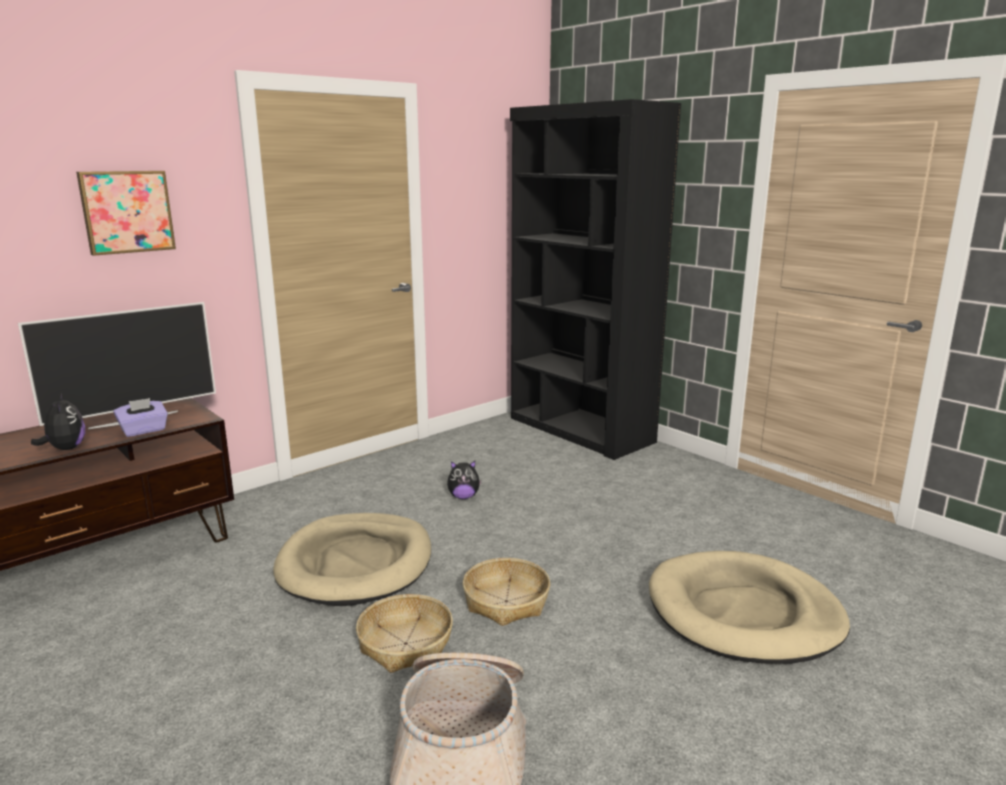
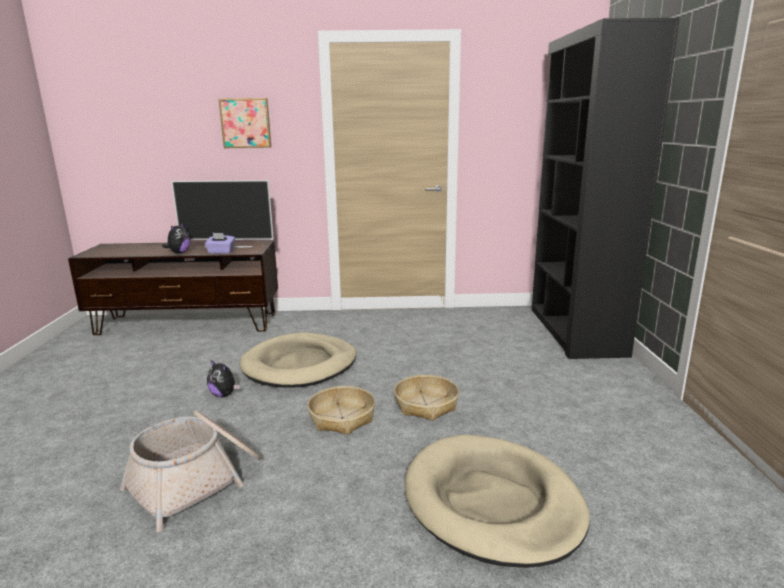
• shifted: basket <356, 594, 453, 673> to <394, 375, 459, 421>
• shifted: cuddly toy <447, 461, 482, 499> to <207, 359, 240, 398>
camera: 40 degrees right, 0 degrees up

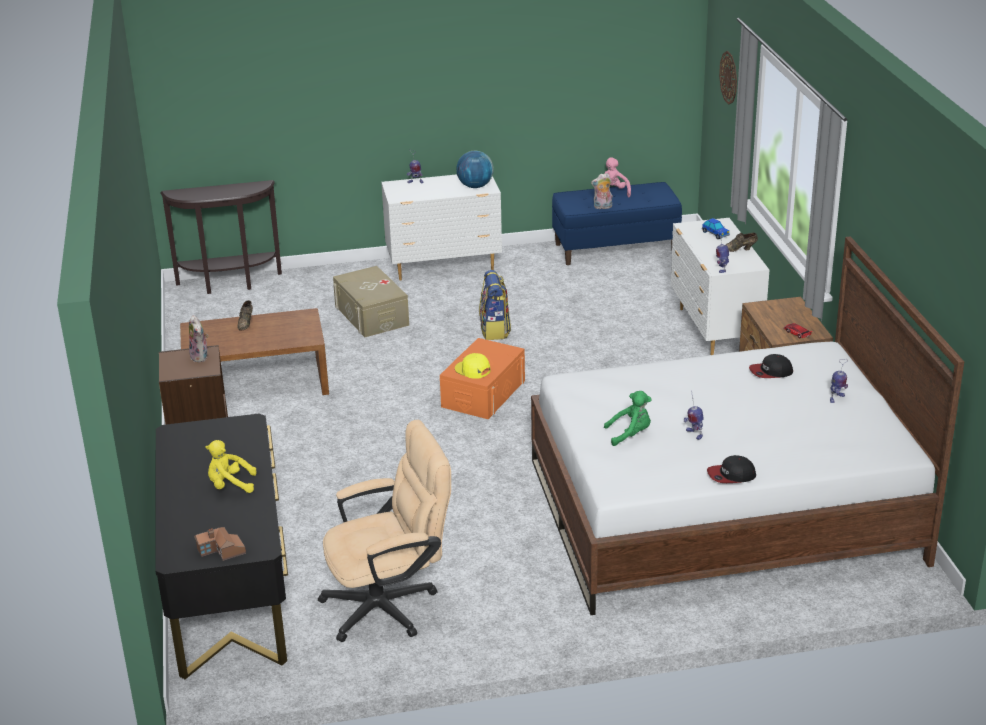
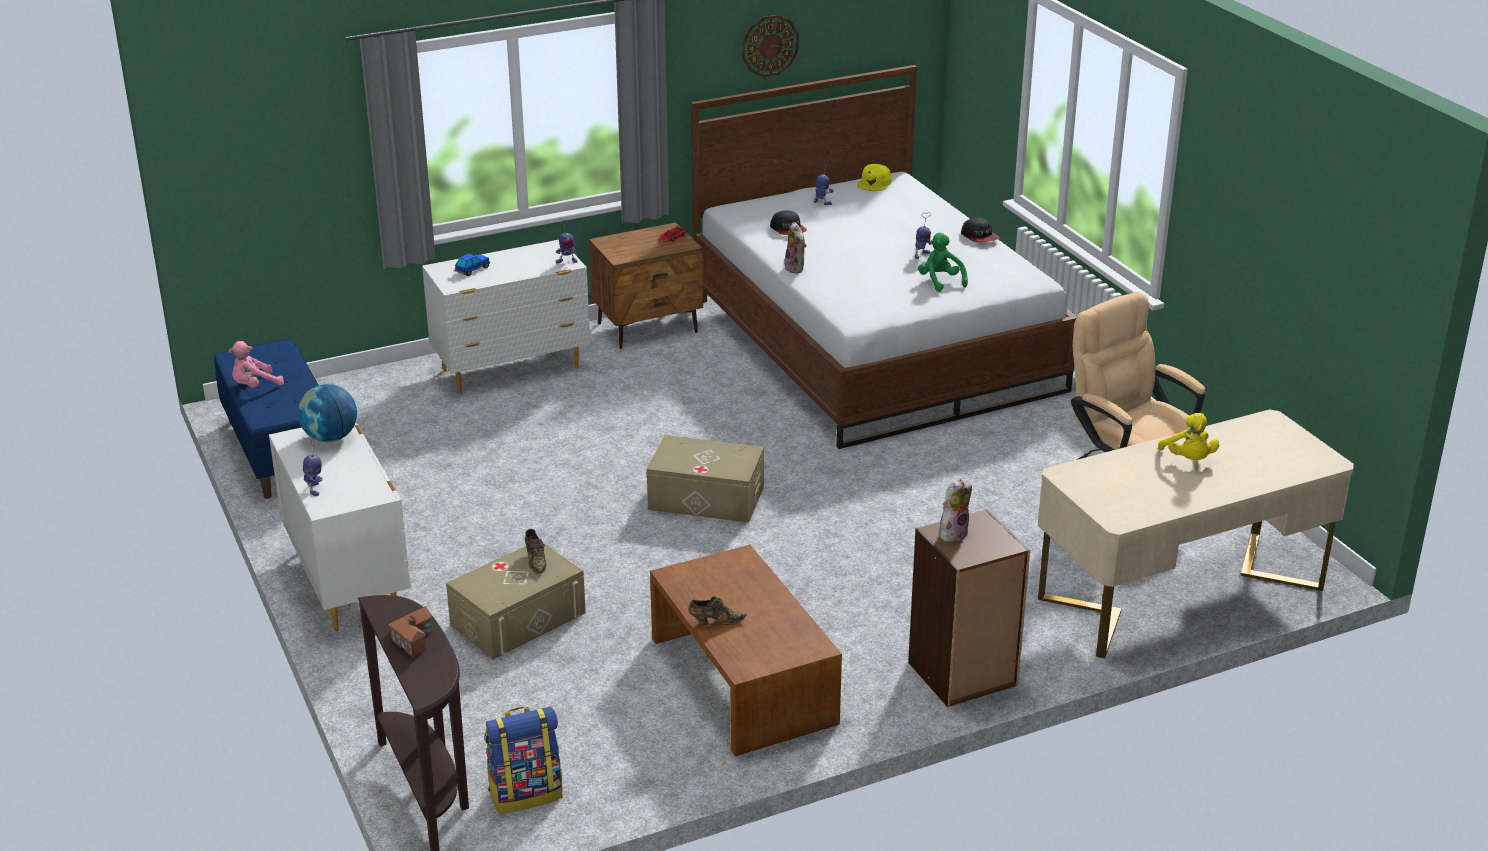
• repainted: black desk table <155, 414, 288, 679> to sand-coloured desk table <1038, 409, 1354, 658>
• shifted: toy house <194, 527, 246, 561> to <388, 606, 432, 657>
• repainted: orange-coloured storage bin <440, 338, 525, 419> to sand-coloured storage bin <647, 435, 764, 523>
• shifted: yellow baseball cap <455, 353, 491, 379> to <858, 164, 891, 191>
• shifted: rucksack <479, 270, 511, 340> to <485, 706, 562, 813>
• shifted: cuddly toy <591, 173, 612, 209> to <784, 222, 807, 273>
• shifted: wall clock <719, 51, 737, 105> to <742, 15, 799, 77>
• shifted: brownish low shoe <726, 233, 758, 252> to <525, 529, 546, 574>
camera: 105 degrees left, 0 degrees up

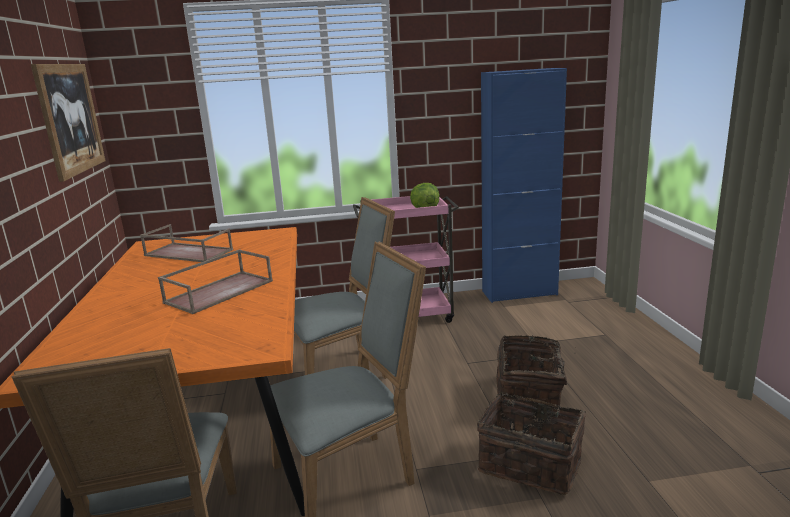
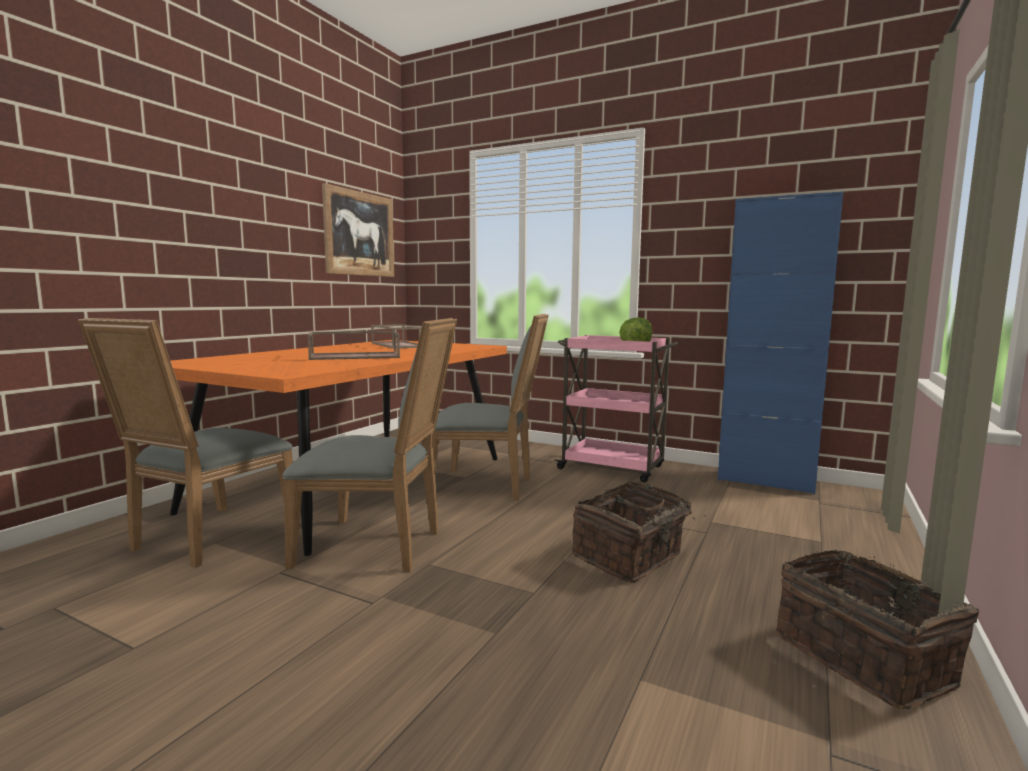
• shifted: basket <477, 387, 586, 495> to <775, 549, 979, 709>
camera: 35 degrees right, 10 degrees down

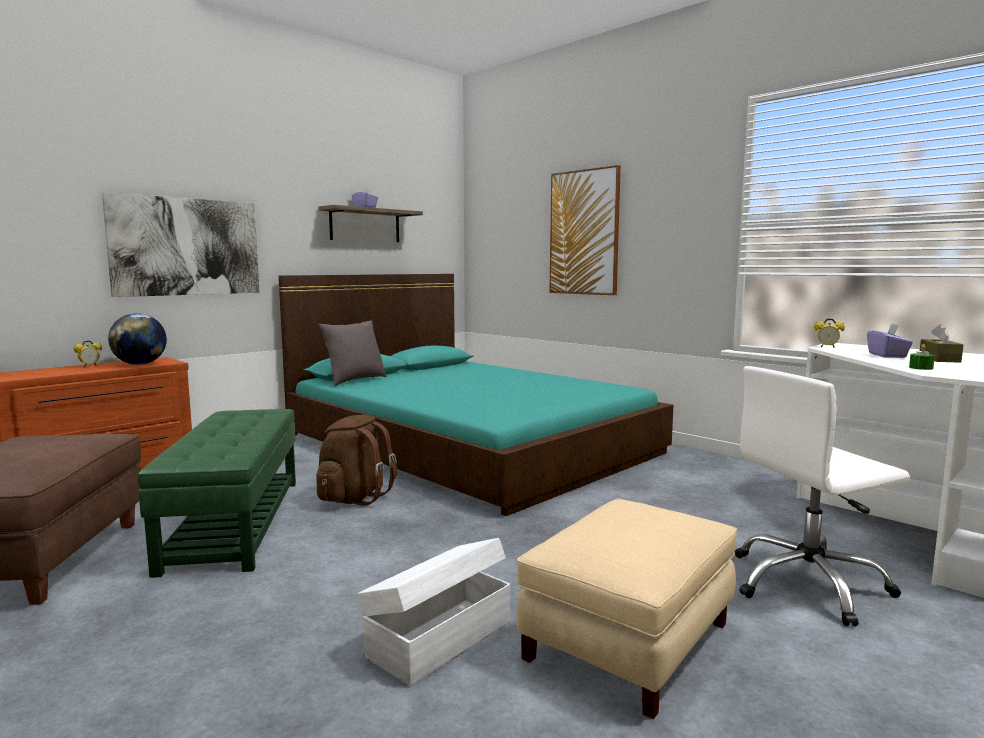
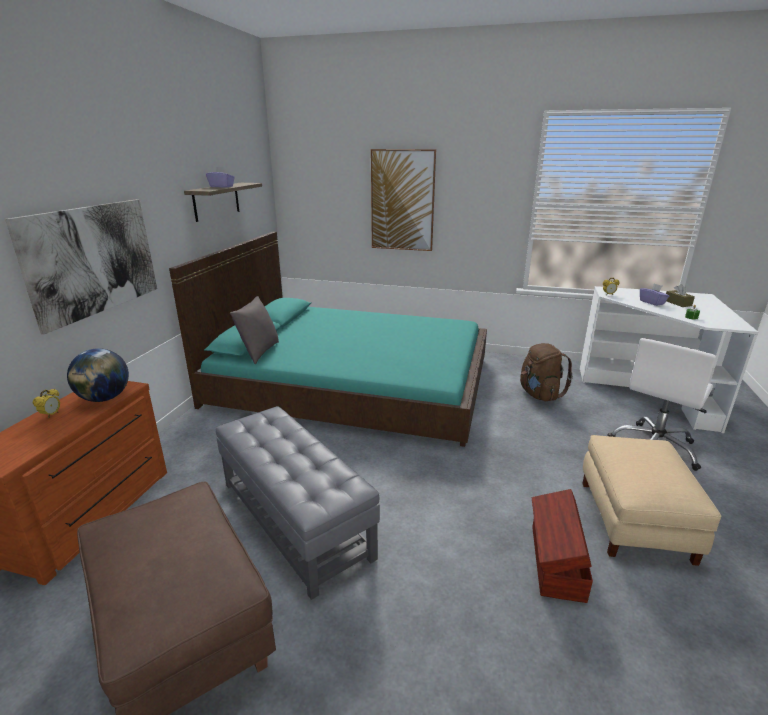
• repainted: green footrest <138, 409, 296, 578> to gray footrest <215, 406, 380, 600>
• shifted: brownish rucksack <316, 415, 397, 506> to <520, 343, 573, 401>
• repainted: white-coloured storage bin <357, 538, 510, 686> to brownish storage bin <532, 489, 593, 603>
camera: 30 degrees left, 15 degrees up

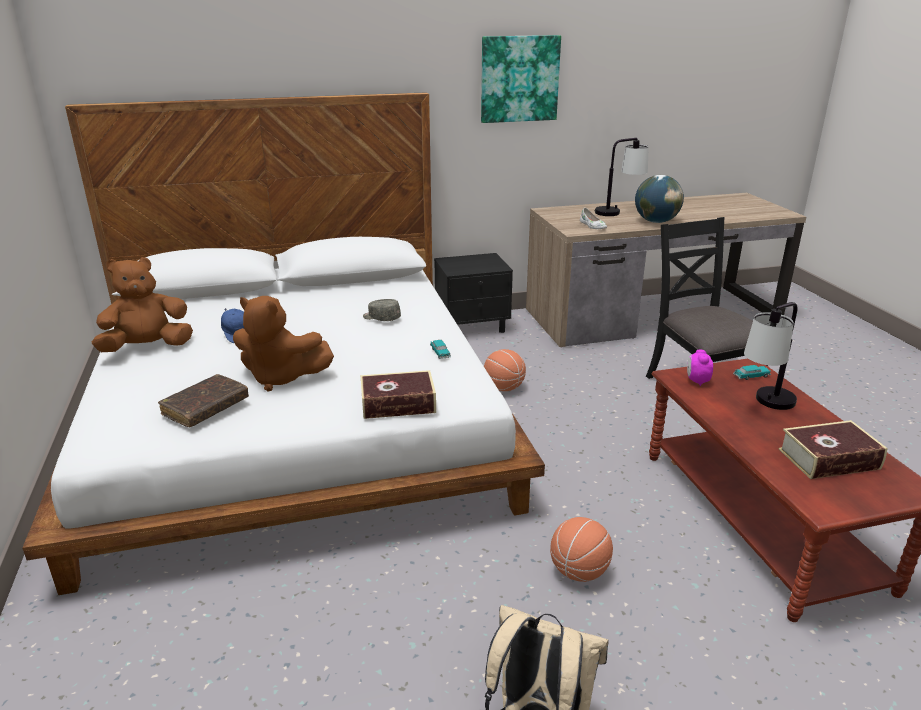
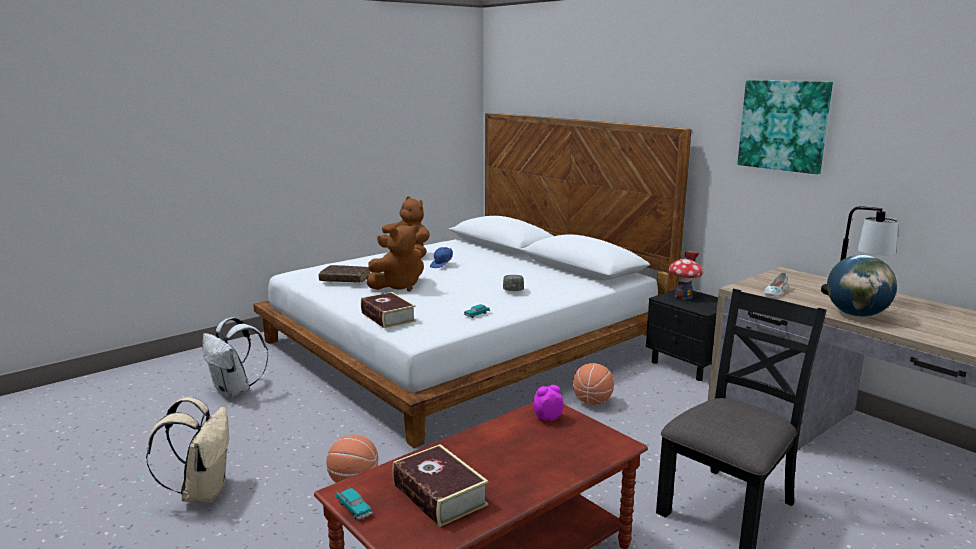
• rotated: brownish cuddly toy <233, 296, 334, 391> = <367, 225, 424, 291> 120 degrees counterclockwise
• shifted: miniature car <733, 365, 771, 380> to <335, 487, 373, 520>
• gone: lamp for a table <744, 302, 798, 410>
• new: white-coloured rucksack <202, 317, 268, 398>
• new: toy house <669, 251, 704, 299>
camera: 65 degrees right, 10 degrees down

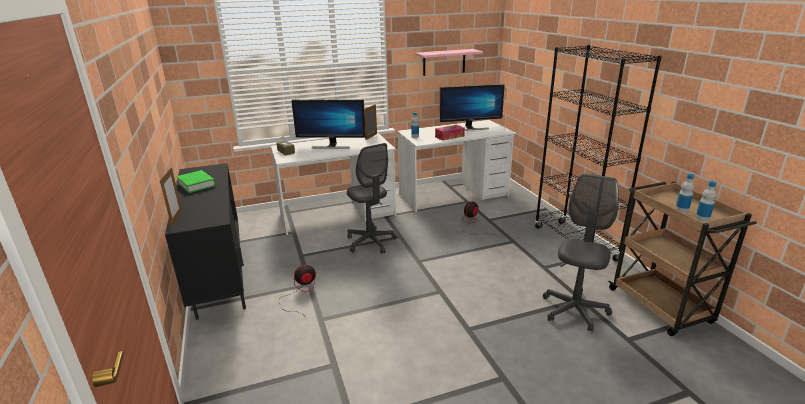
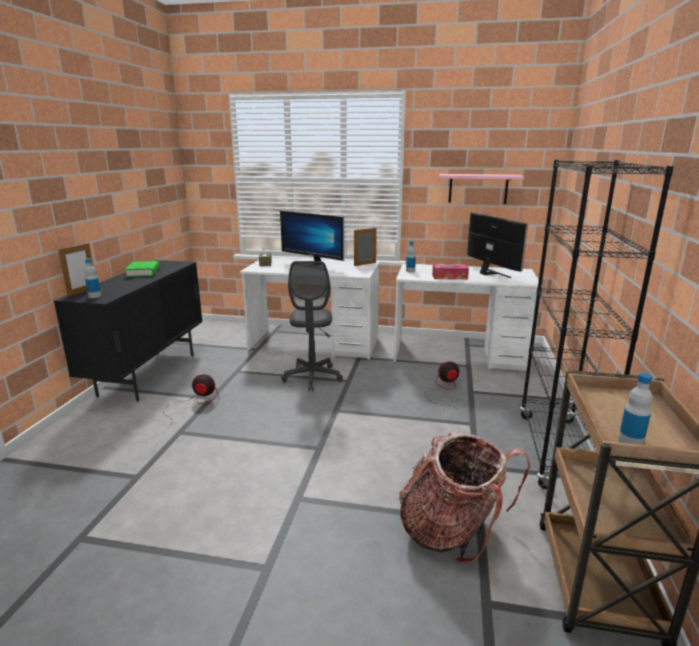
• rotated: computer screen <439, 84, 505, 131> = <467, 212, 528, 278> 135 degrees counterclockwise
• swapped: gray computer chair <543, 174, 619, 332> to rucksack <399, 432, 531, 564>
• shifted: drink bottle <675, 174, 694, 214> to <84, 258, 101, 298>
camera: 30 degrees right, 5 degrees down

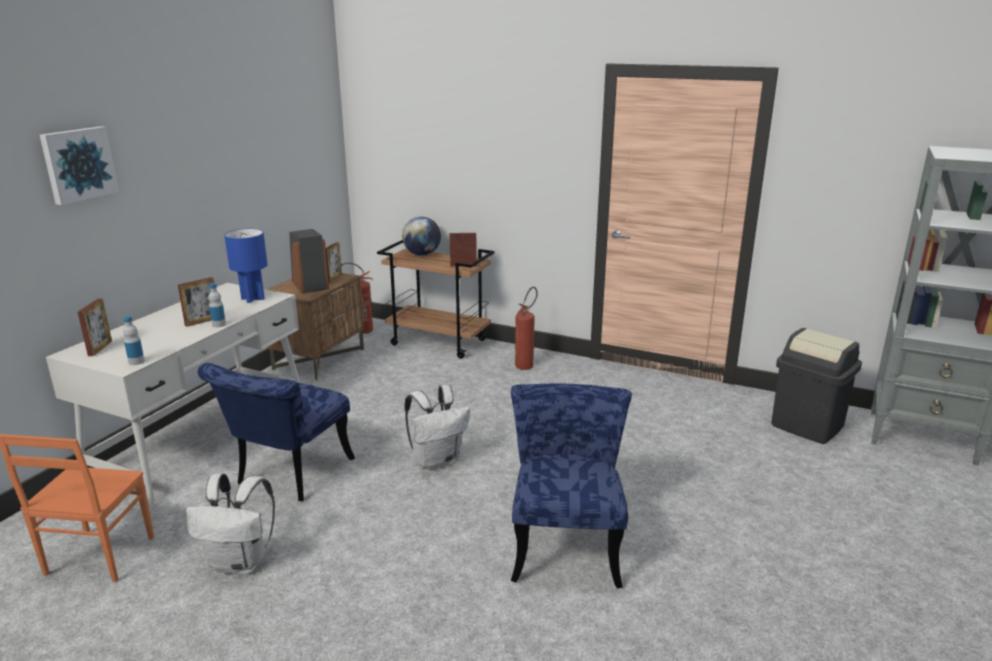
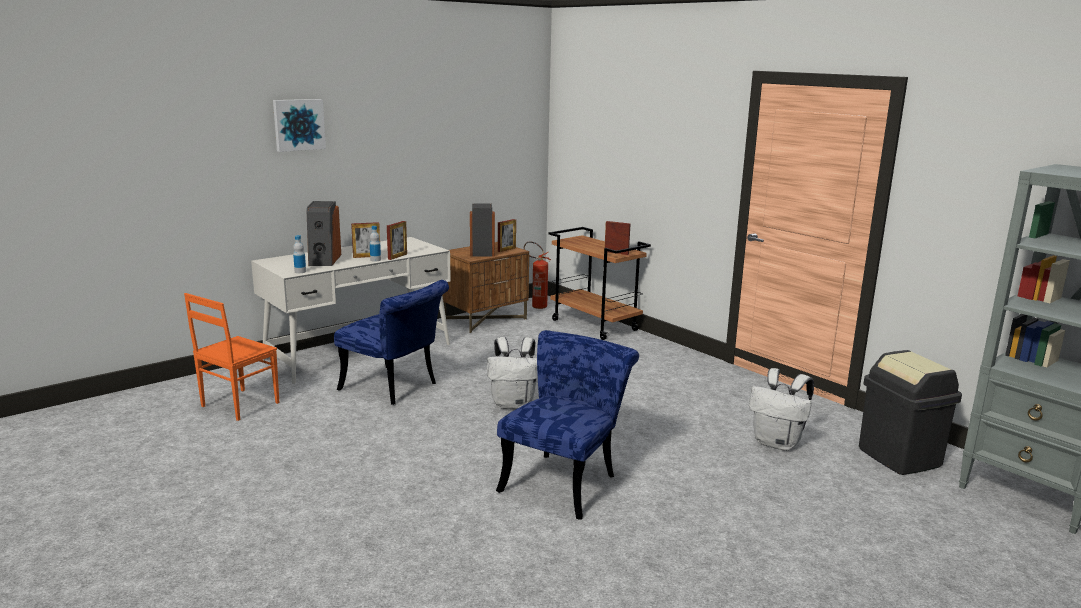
• shifted: standing frame <78, 299, 112, 356> to <387, 221, 407, 260>
• shifted: white-coloured rucksack <186, 473, 275, 574> to <749, 368, 814, 451>
• rotated: bluish upright chair <198, 363, 355, 501> = <334, 280, 449, 405> 105 degrees counterclockwise
• gone: bluish lamp for a table <224, 229, 268, 303>
• gone: world globe <402, 217, 441, 256>
• gone: fire-fighting cylinder <515, 287, 538, 370>
• new: speaker <307, 201, 341, 266>
camera: 25 degrees right, 5 degrees down

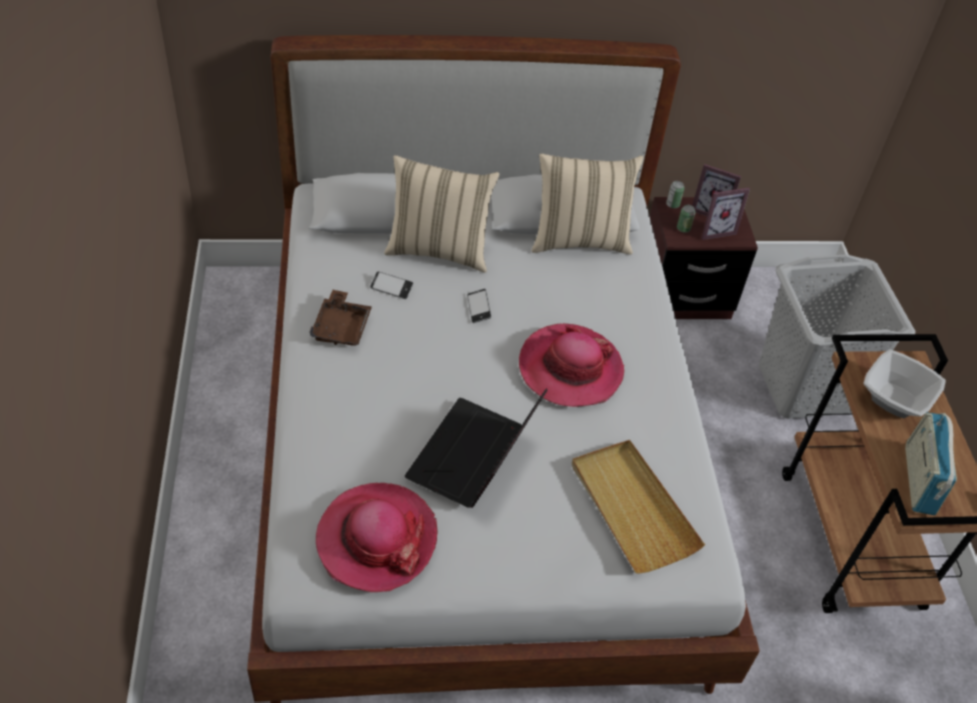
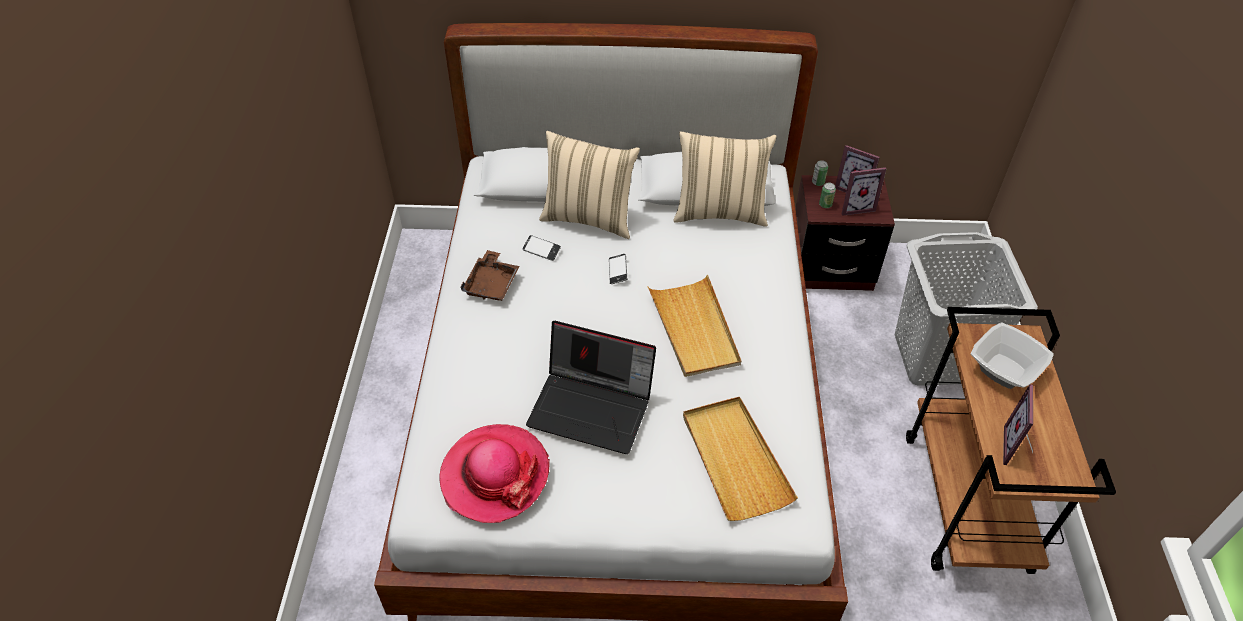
• rotated: notebook computer <405, 388, 547, 508> = <526, 321, 656, 454> 105 degrees counterclockwise
• swapped: clothing hat <519, 323, 624, 407> to sand-coloured serving tray <647, 275, 741, 377>
• swapped: radio <905, 412, 957, 515> to standing frame <1003, 384, 1033, 465>
camera: 10 degrees right, 0 degrees up

